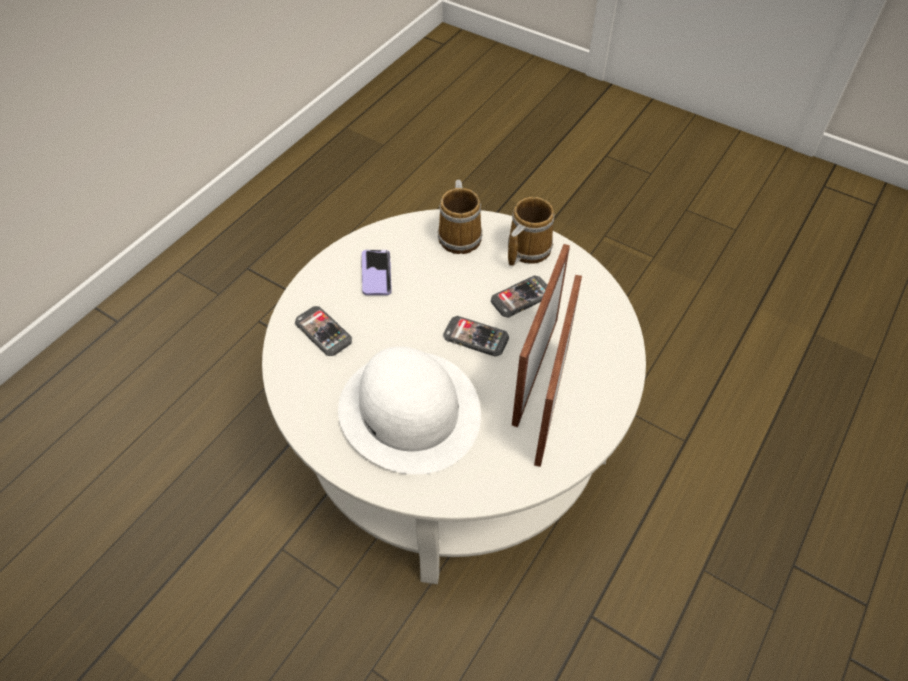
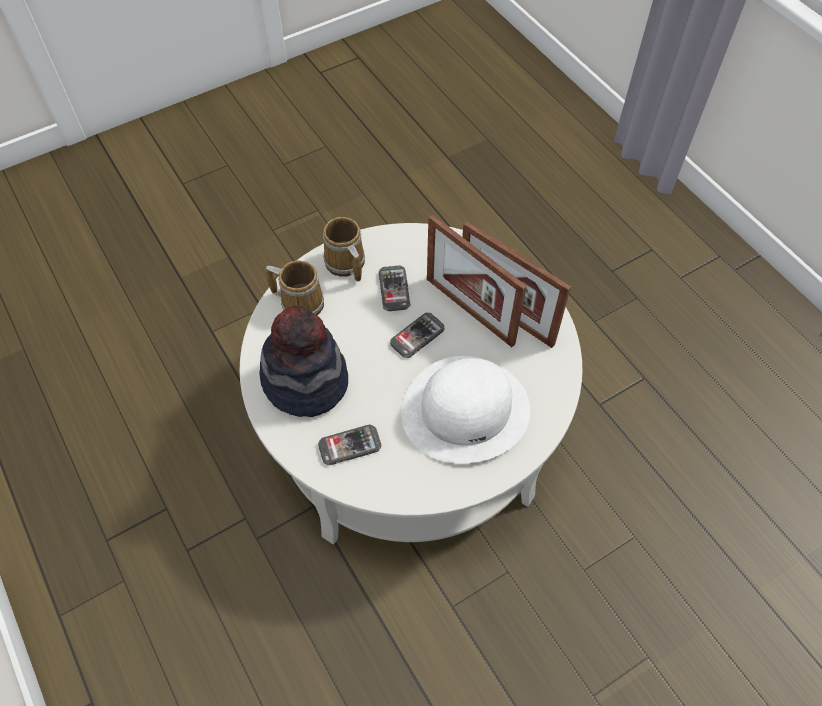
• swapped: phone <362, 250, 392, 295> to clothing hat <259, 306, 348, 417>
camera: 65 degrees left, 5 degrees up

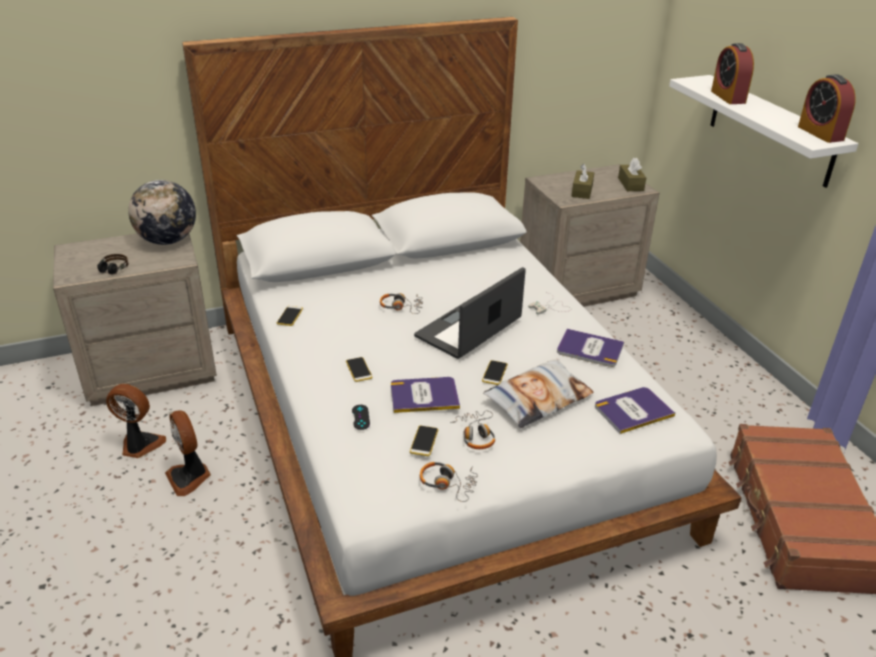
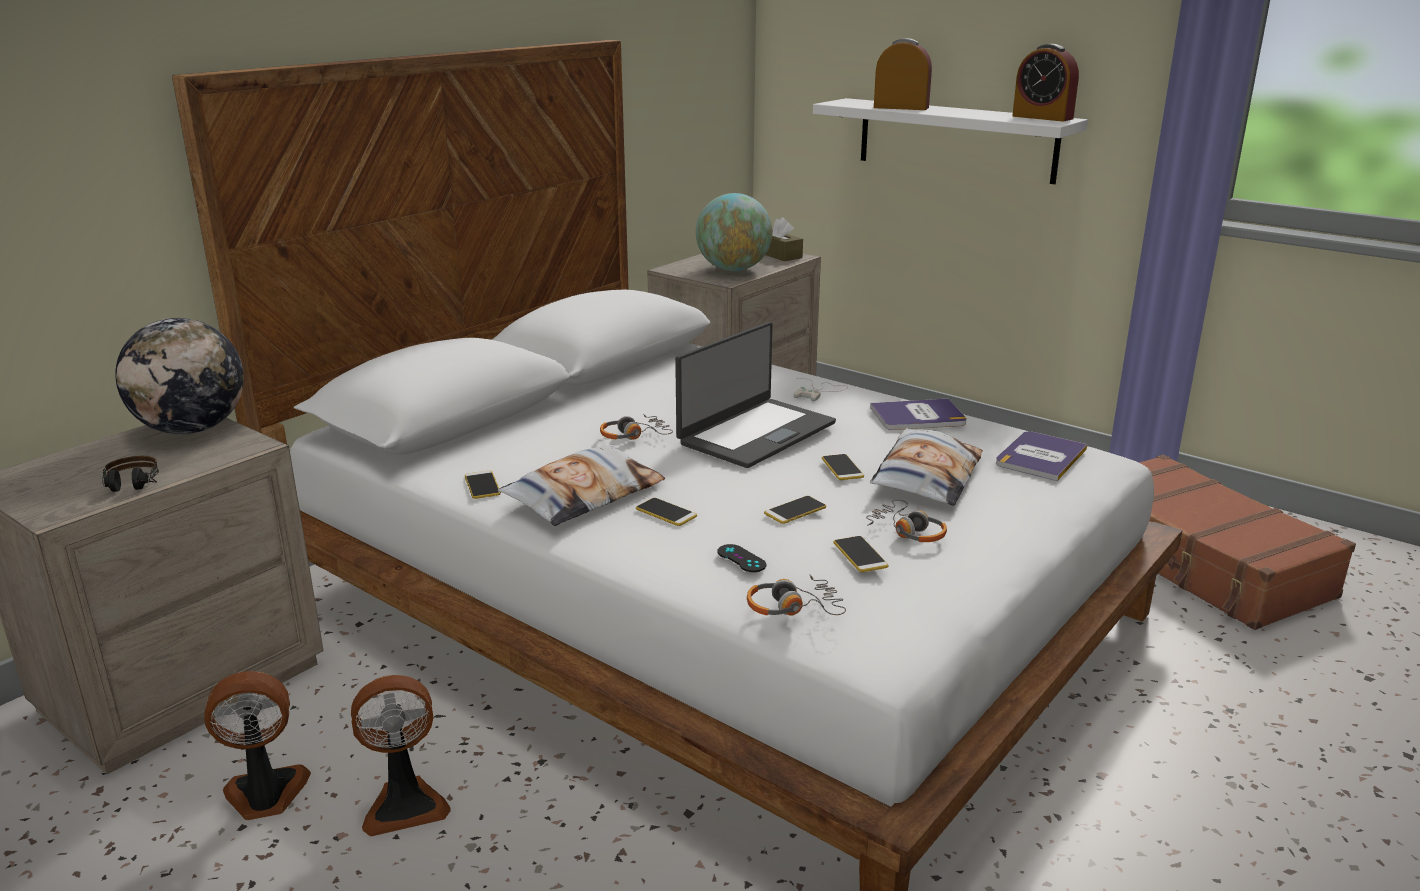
• rotated: fan <165, 410, 211, 496> = <351, 675, 451, 837> 45 degrees counterclockwise
• swapped: book <391, 377, 460, 413> to phone <764, 496, 826, 524>
• rotated: notebook computer <414, 267, 526, 359> = <675, 322, 836, 468> 150 degrees counterclockwise
• shifted: headphones <420, 462, 478, 502> to <747, 574, 846, 616>
• swapped: brownish box of tissues <571, 164, 594, 199> to world globe <696, 193, 772, 271>
• rotated: table clock <711, 43, 754, 104> = <874, 38, 932, 110> 150 degrees clockwise
• new: cushion <498, 445, 665, 526>
camera: 30 degrees left, 10 degrees down

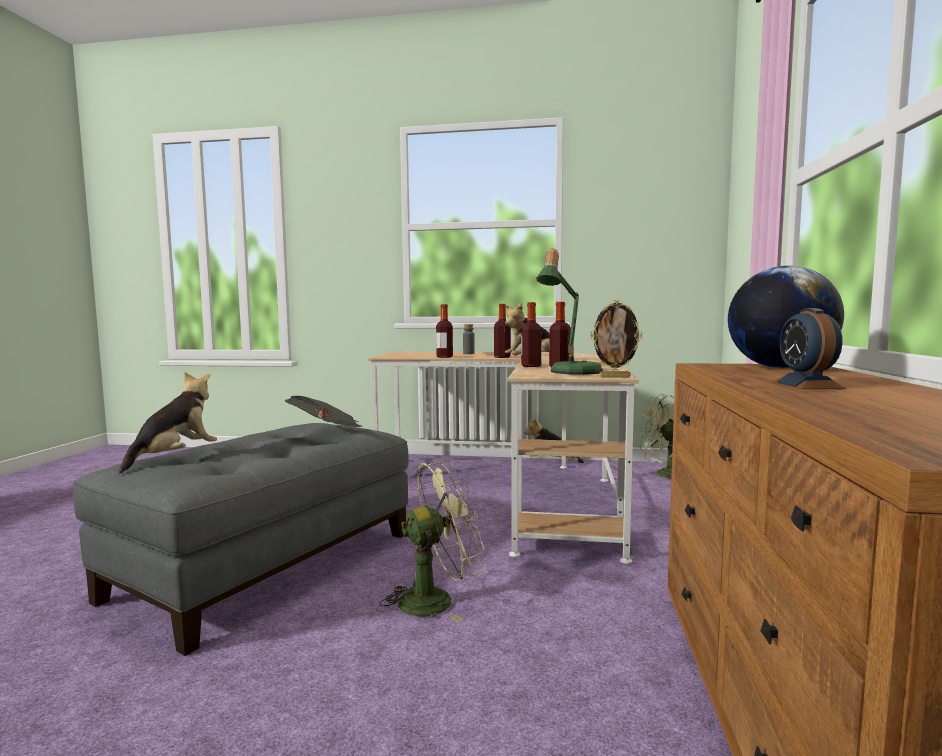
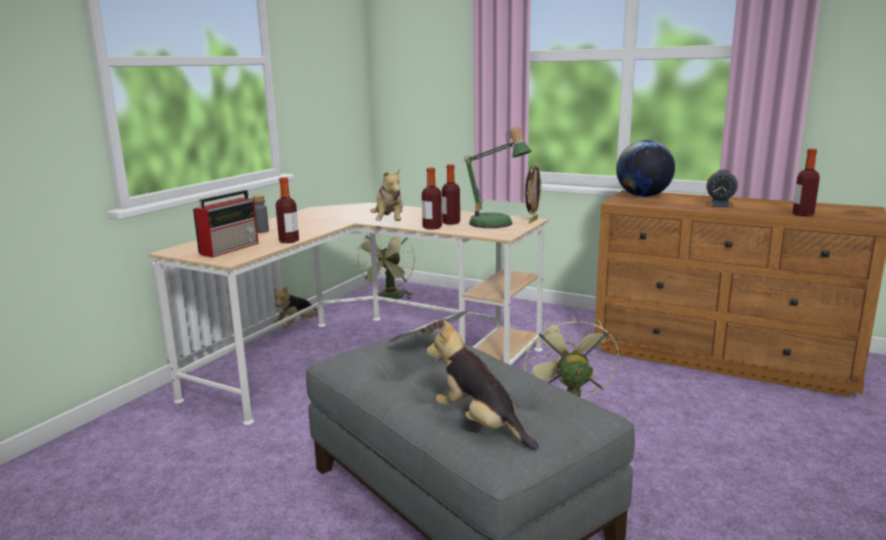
• shifted: drink bottle <494, 304, 511, 358> to <792, 149, 820, 216>
• new: radio <193, 190, 259, 258>
camera: 70 degrees left, 10 degrees up

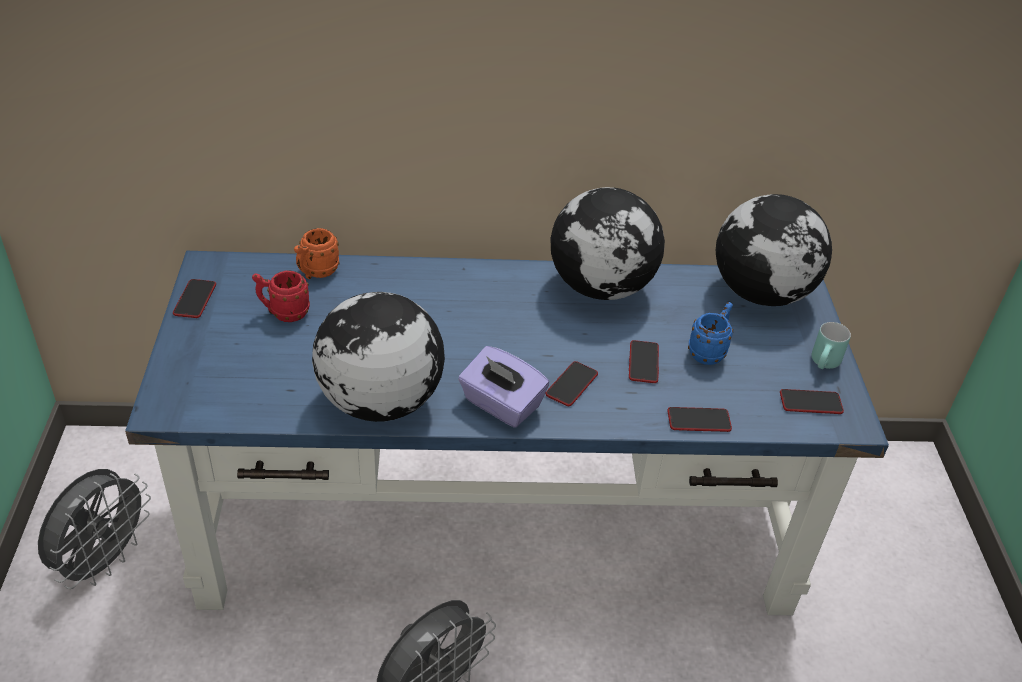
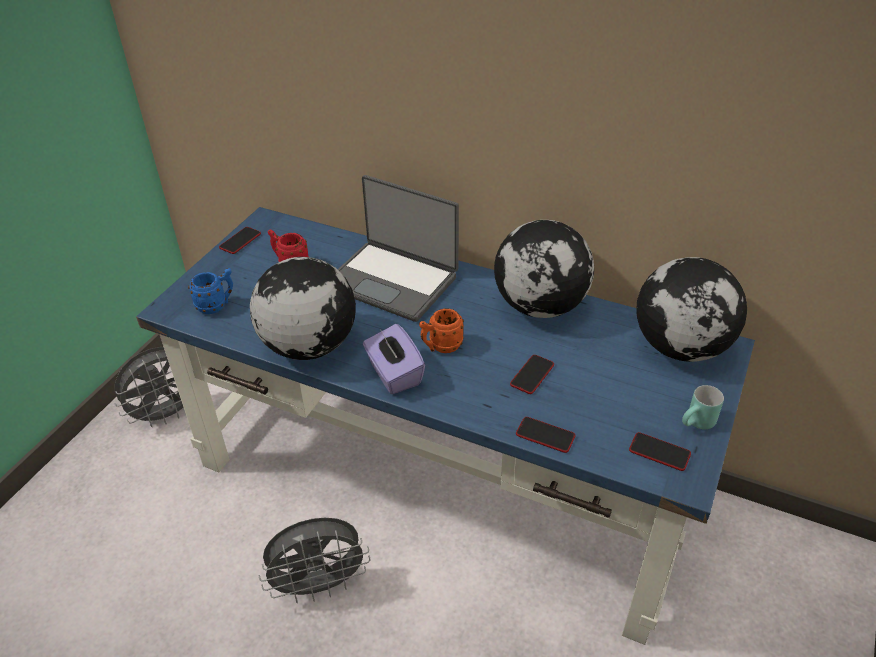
• shifted: orange-coloured coffee mug <294, 228, 340, 279> to <419, 308, 464, 353>
• gone: phone <545, 361, 598, 406>
• shifted: bluish coffee mug <688, 302, 733, 365> to <188, 268, 233, 314>
• new: notebook computer <338, 175, 459, 322>
camera: 30 degrees right, 0 degrees up

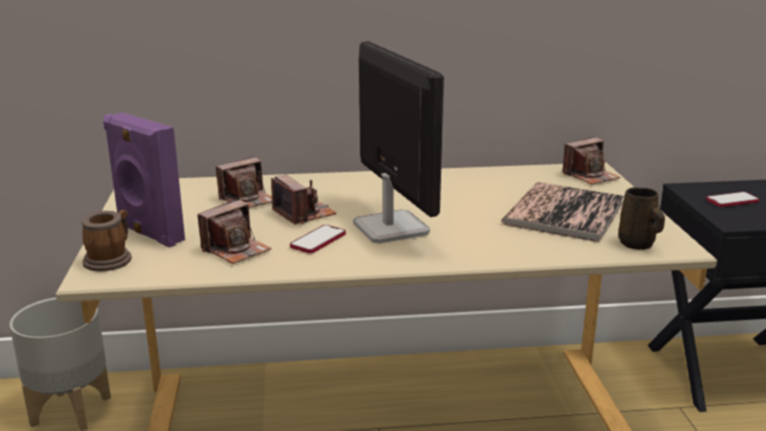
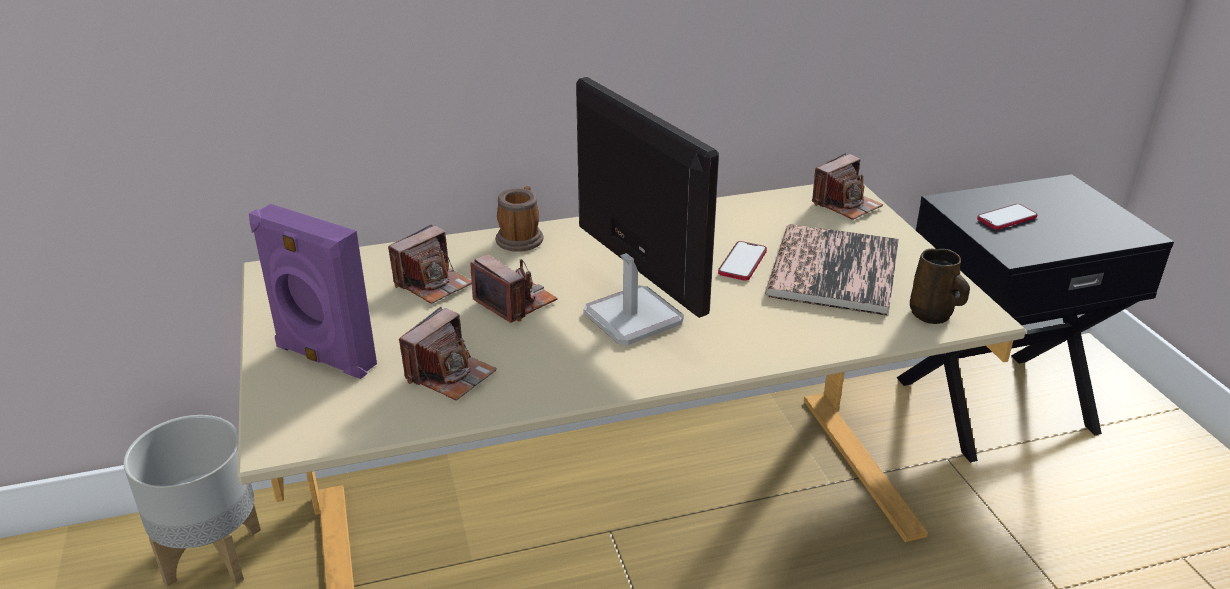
• shifted: coffee mug <82, 210, 132, 271> to <496, 186, 543, 252>
• shifted: phone <290, 225, 346, 253> to <718, 241, 767, 281>
camera: 10 degrees left, 10 degrees up

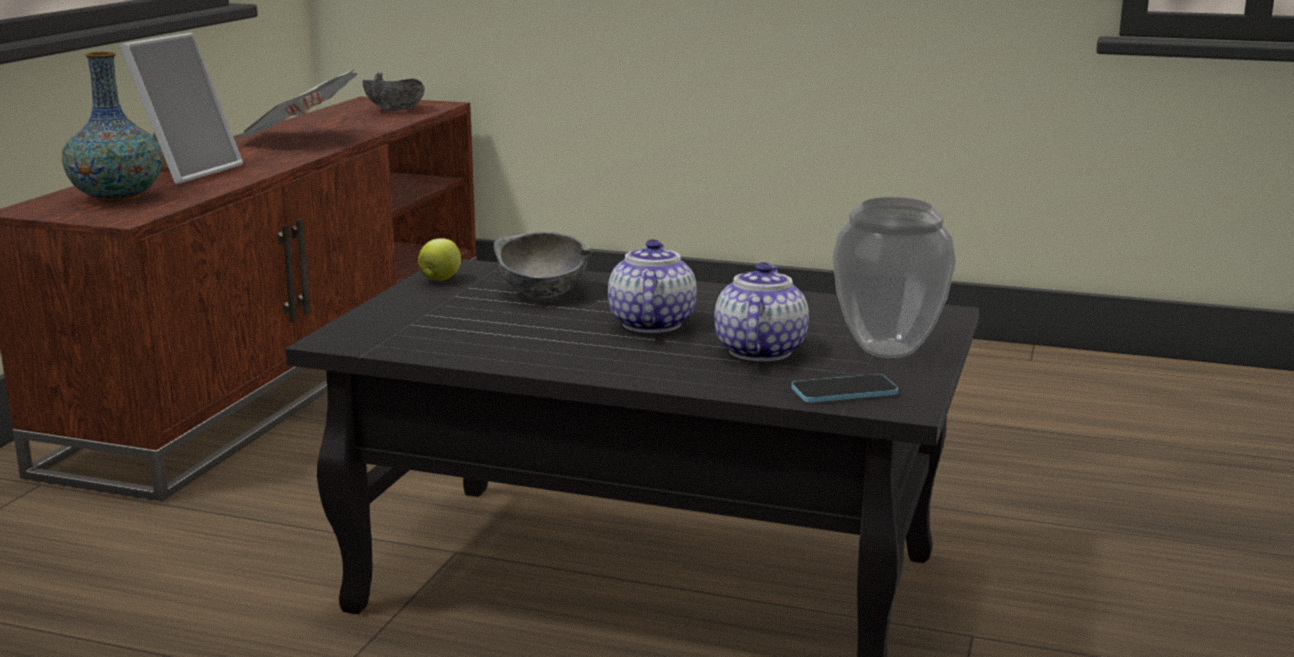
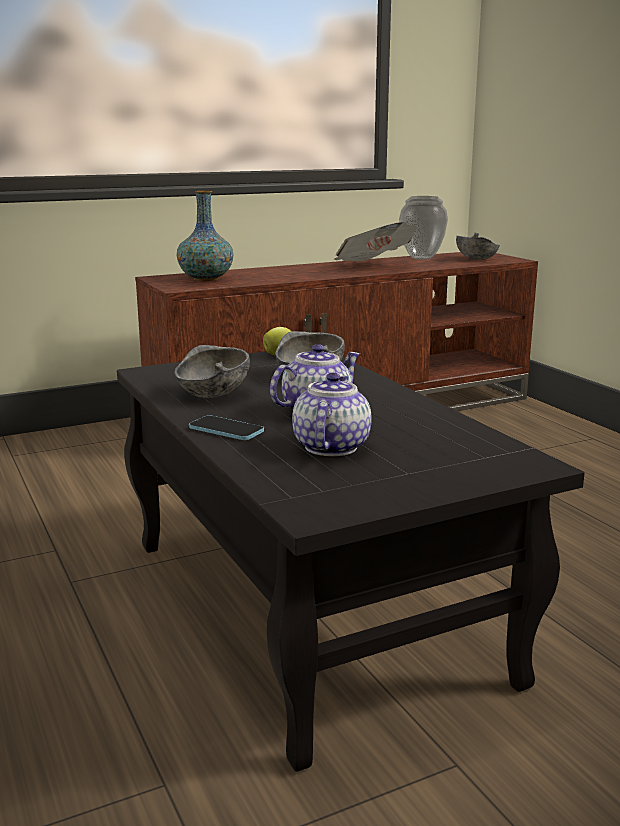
• gone: standing frame <120, 33, 243, 184>
• rotated: teapot <714, 262, 809, 361> = <292, 373, 372, 456> 45 degrees counterclockwise
• shifted: phone <791, 374, 898, 402> to <189, 415, 264, 440>
• shifted: vase <832, 197, 956, 358> to <399, 196, 448, 260>
• new: gray serving bowl <174, 345, 250, 398>
camera: 45 degrees right, 0 degrees up

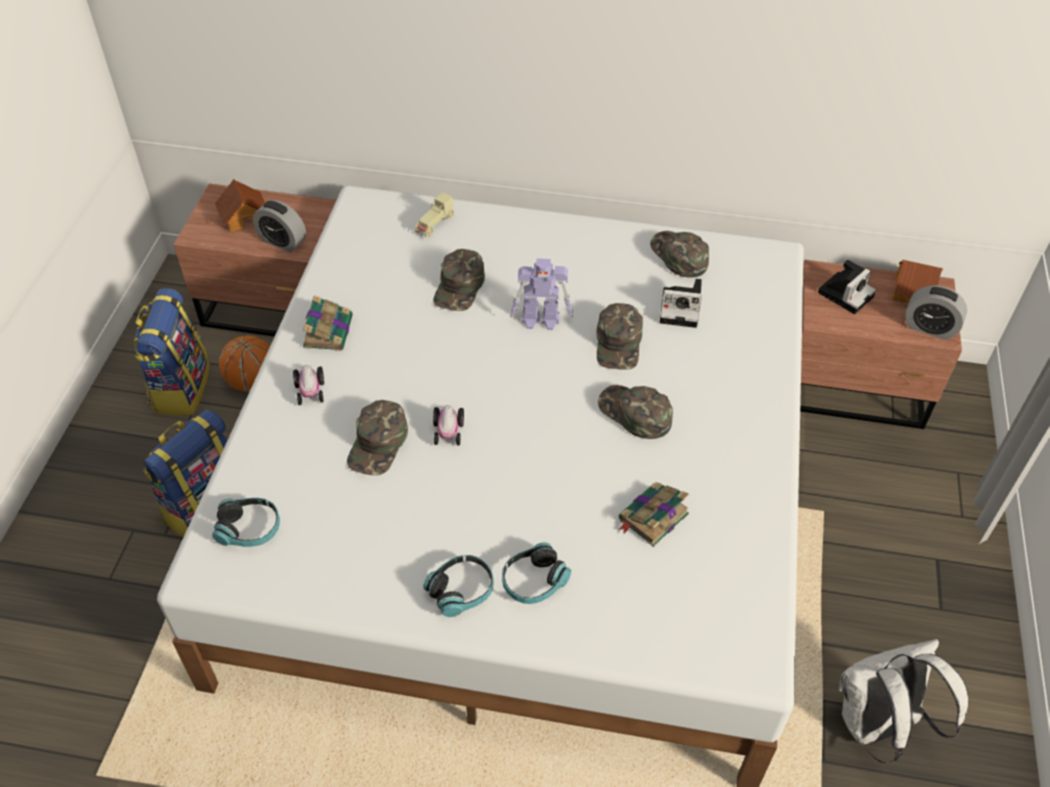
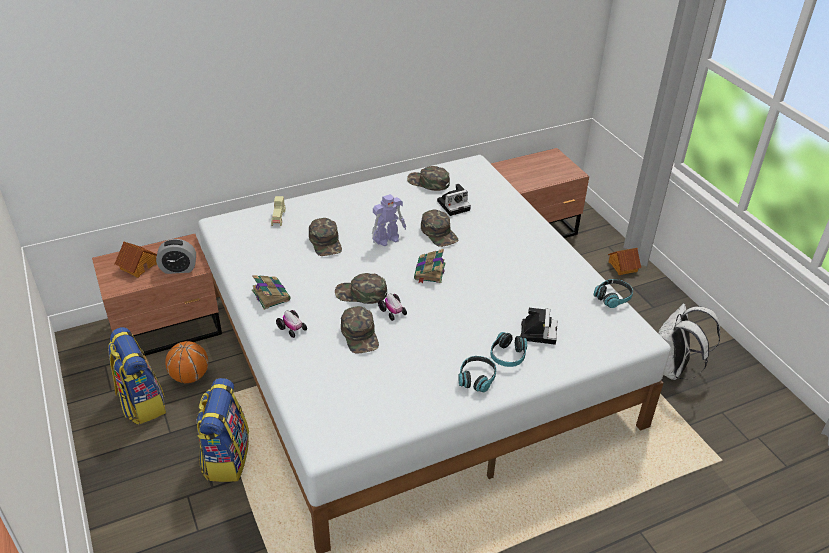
• shifted: headphones <212, 498, 280, 547> to <593, 279, 633, 308>
• shifted: green baseball cap <598, 385, 673, 439> to <335, 273, 387, 304>
• shifted: book <618, 482, 689, 547> to <414, 249, 446, 284>
• shifted: still camera <818, 260, 876, 314> to <520, 308, 557, 345>
• shifted: toy house <892, 260, 943, 303> to <608, 248, 641, 275>
• gone: table clock <905, 285, 967, 340>
camera: 35 degrees left, 10 degrees down

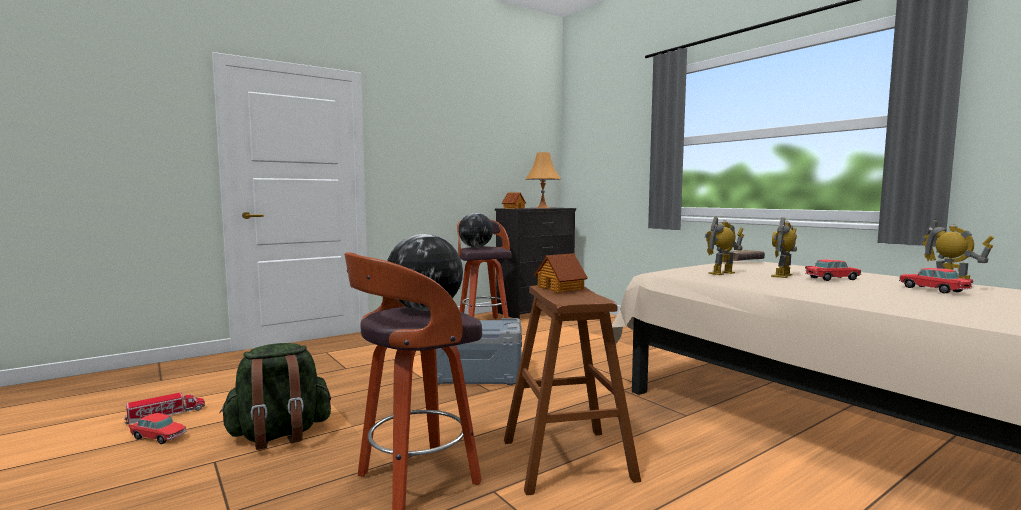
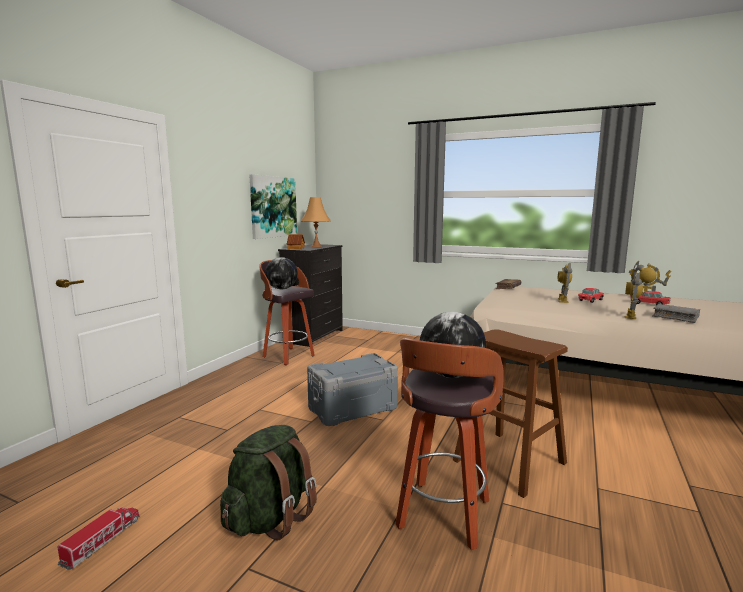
• gone: miniature car <129, 413, 187, 444>
• gone: toy house <534, 253, 588, 293>
• shifted: robot figure <705, 217, 744, 275> to <625, 273, 643, 319>
• new: picture <249, 174, 297, 239>
• new: gray book <652, 304, 701, 323>
camera: 30 degrees left, 5 degrees up

